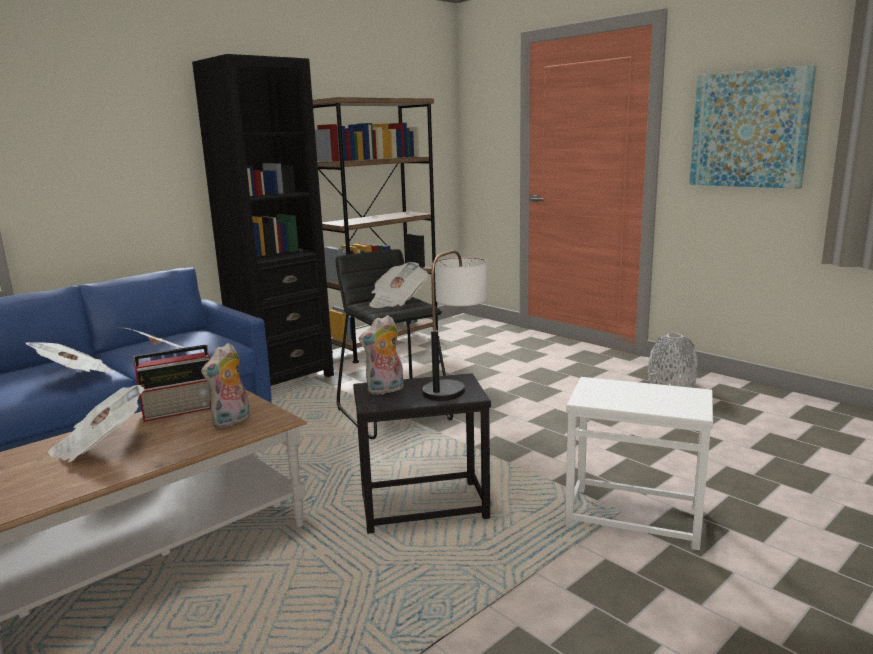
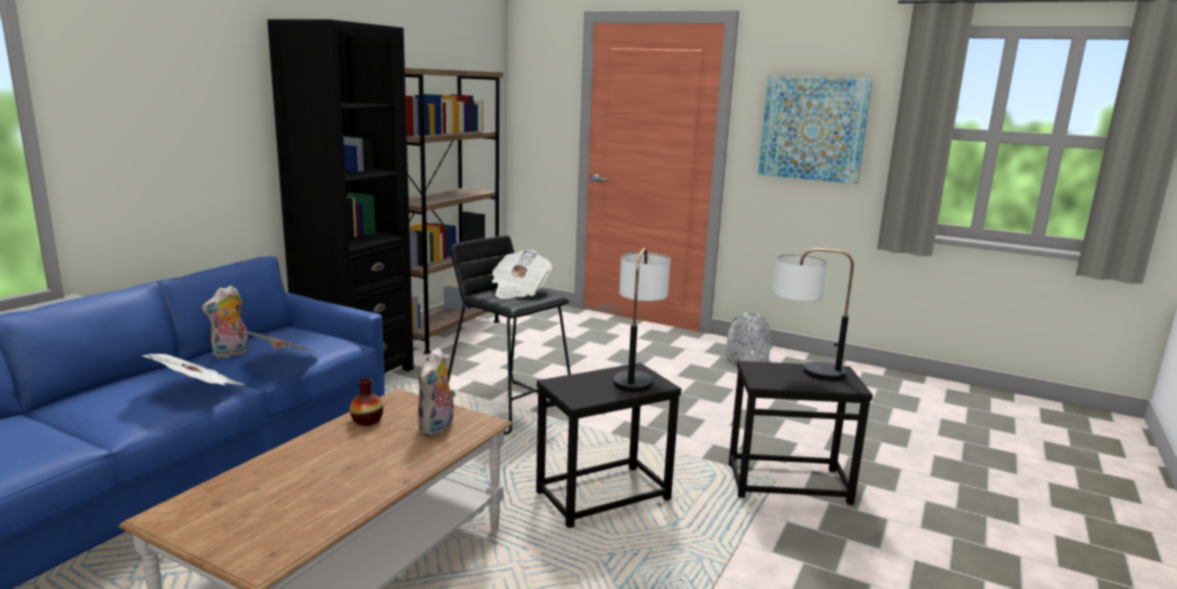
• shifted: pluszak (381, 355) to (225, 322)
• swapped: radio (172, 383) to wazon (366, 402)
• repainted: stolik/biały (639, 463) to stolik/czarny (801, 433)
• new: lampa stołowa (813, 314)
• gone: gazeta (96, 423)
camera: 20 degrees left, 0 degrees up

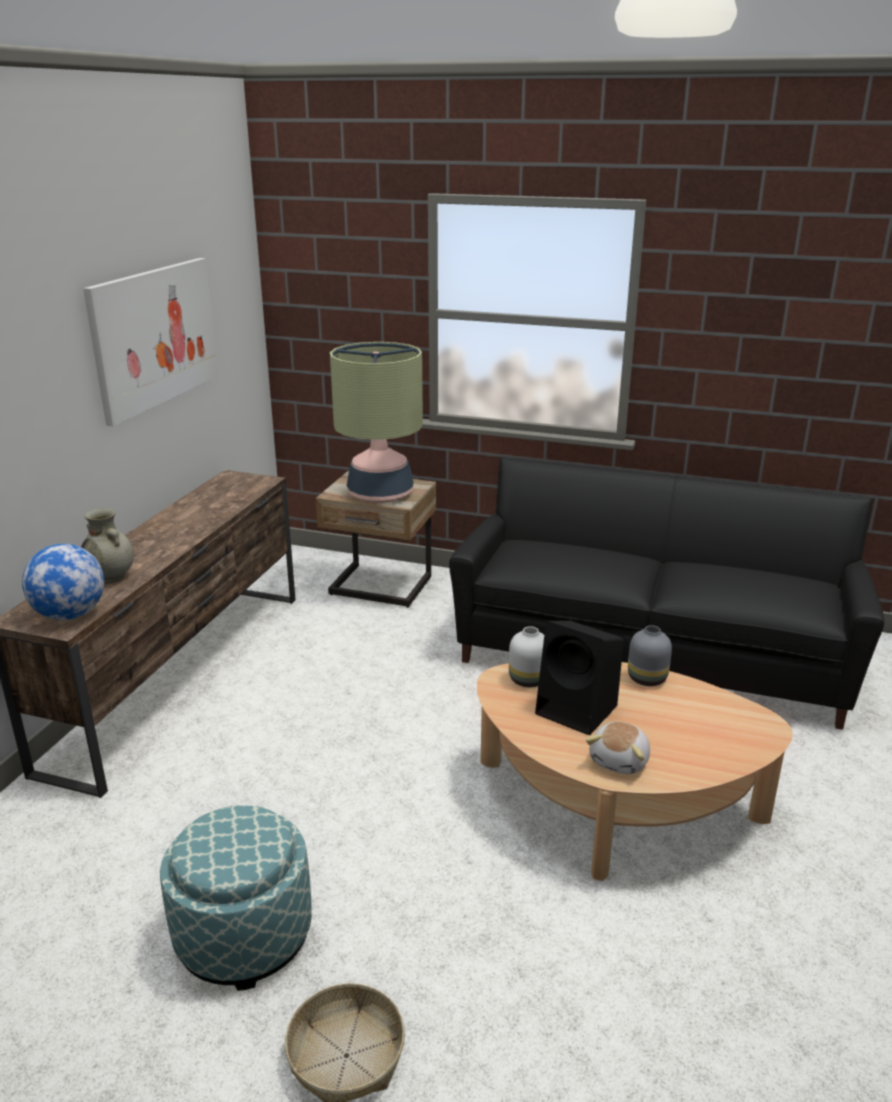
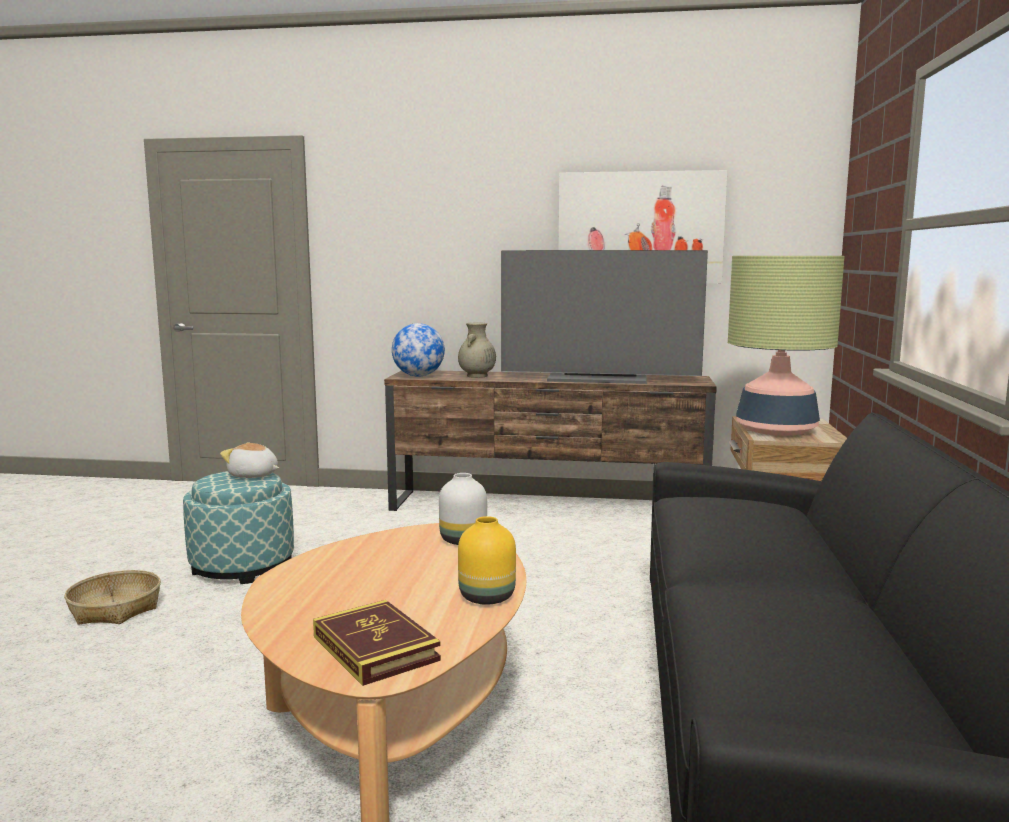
• shifted: pluszak (618, 748) to (249, 460)
• new: książka (377, 643)
• repainted: wazon/szary (650, 655) to wazon/żółty (487, 560)
• new: telewizor (604, 317)
• gone: głośnik/czarny (579, 678)
camera: 80 degrees right, 15 degrees down

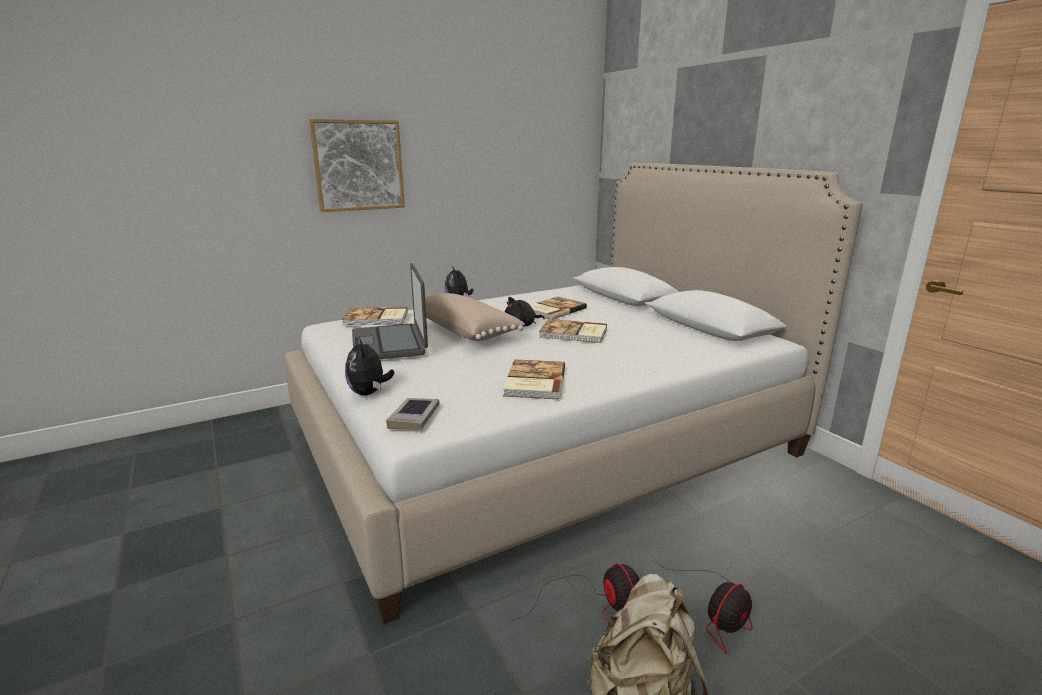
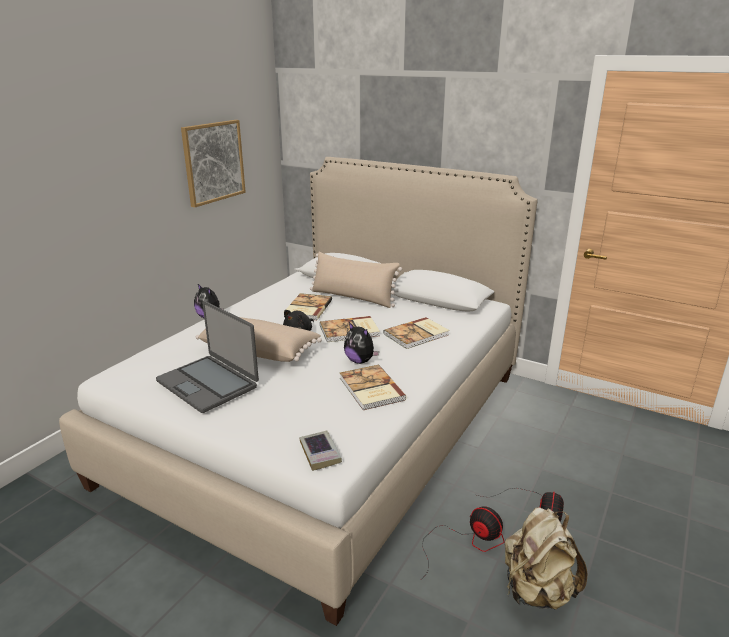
• shifted: obraz (357, 165) to (213, 163)
• new: poduszka/beżowy (356, 279)
• shifted: pluszak (369, 366) to (361, 343)
• shifted: książka (375, 316) to (416, 333)
camera: 30 degrees left, 5 degrees up

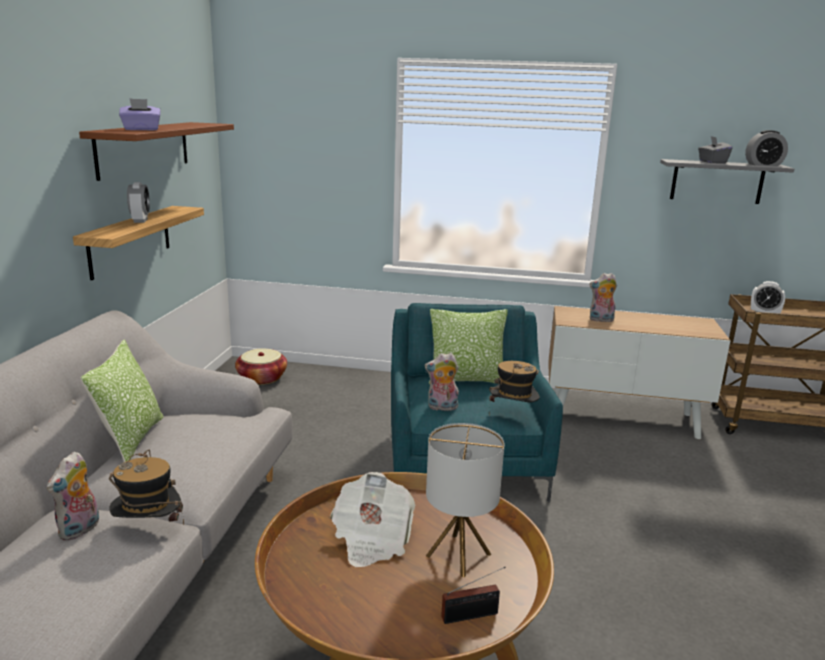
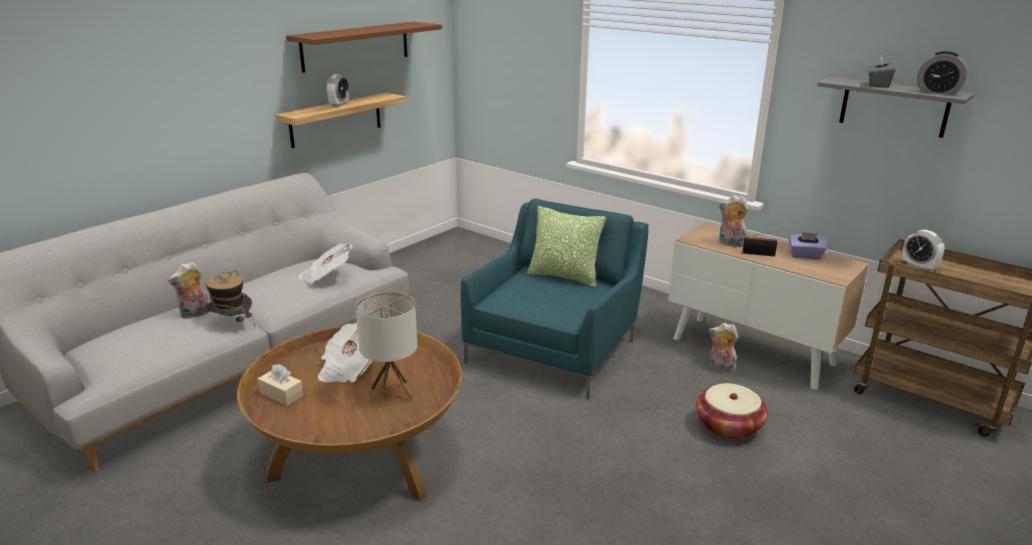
• new: pudełko chusteczek/beżowy (281, 385)
• new: gazeta (325, 263)
• shifted: koszyk (261, 367) to (732, 411)
• shifted: pluszak (442, 382) to (723, 348)
• shifted: radio (473, 595) to (762, 243)
• shifted: pudełko chusteczek/fioletowy (140, 114) to (808, 245)
• gone: poduszka (122, 401)
• gone: kapelusz (514, 388)
camera: 30 degrees right, 5 degrees up

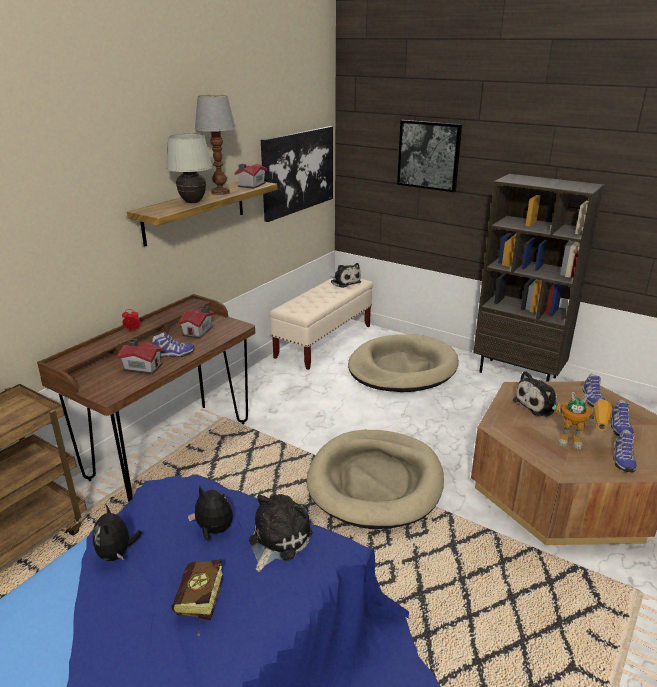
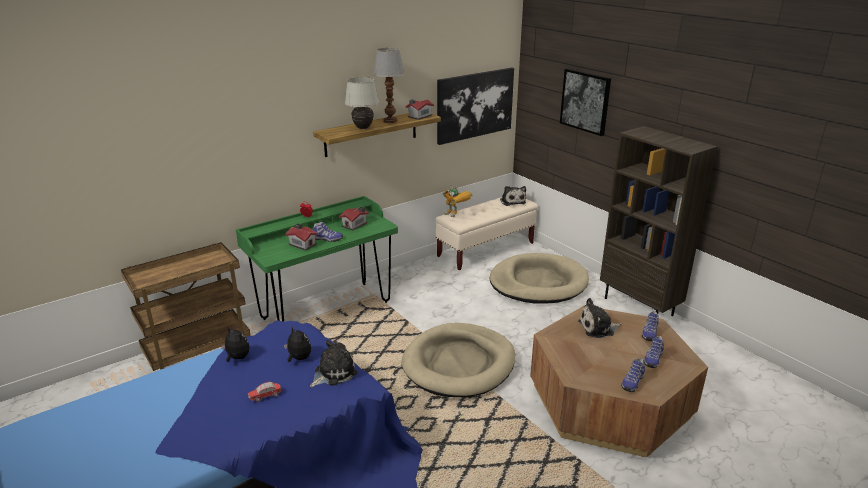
• rotated: pluszak (117, 533) = (235, 344) 120 degrees clockwise
• repainted: biurko/brązowy (146, 398) to biurko/zielony (317, 258)
• swapped: książka (197, 597) to samochodzik (264, 391)
• shifted: robot zabawkowy (582, 420) to (457, 200)
camera: 20 degrees right, 0 degrees up

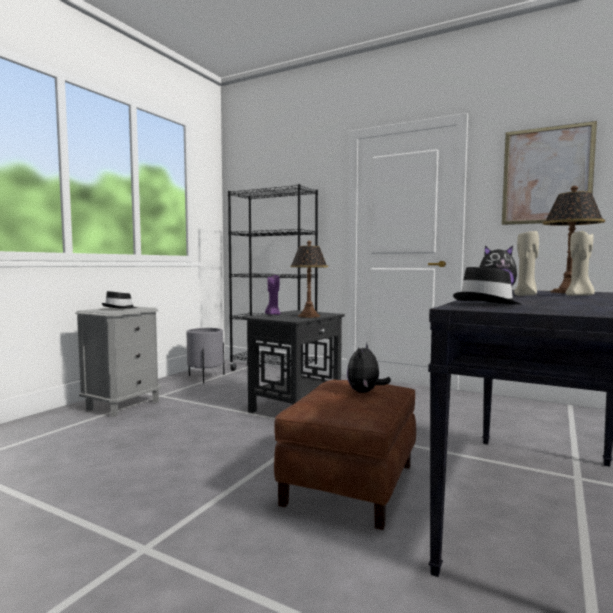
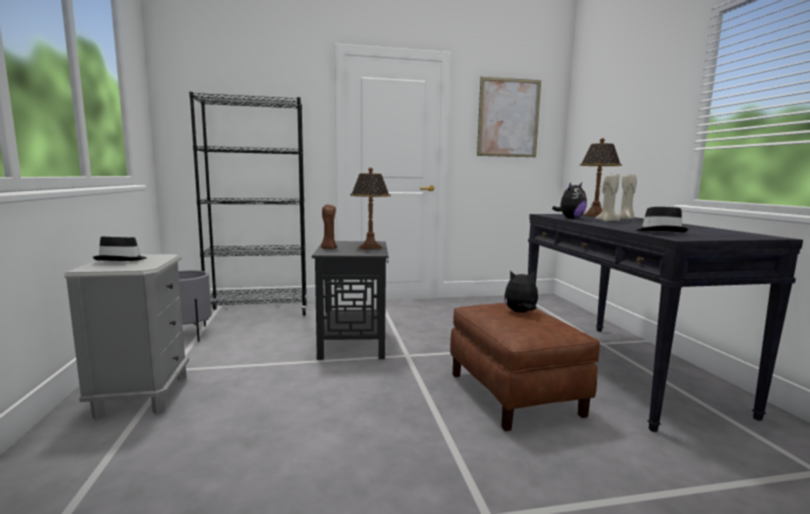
• repainted: świeca/fioletowy (272, 295) to świeca/brązowy (329, 227)
• rotated: pluszak (369, 367) = (521, 292) 105 degrees clockwise
camera: 40 degrees left, 5 degrees up

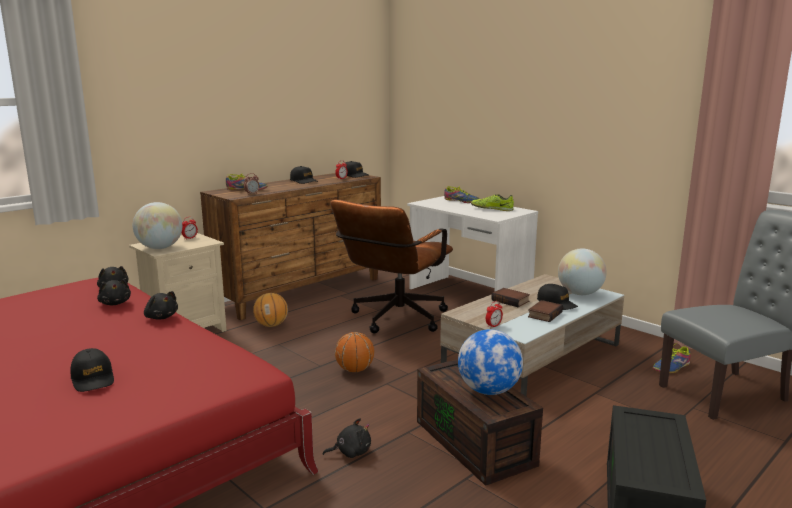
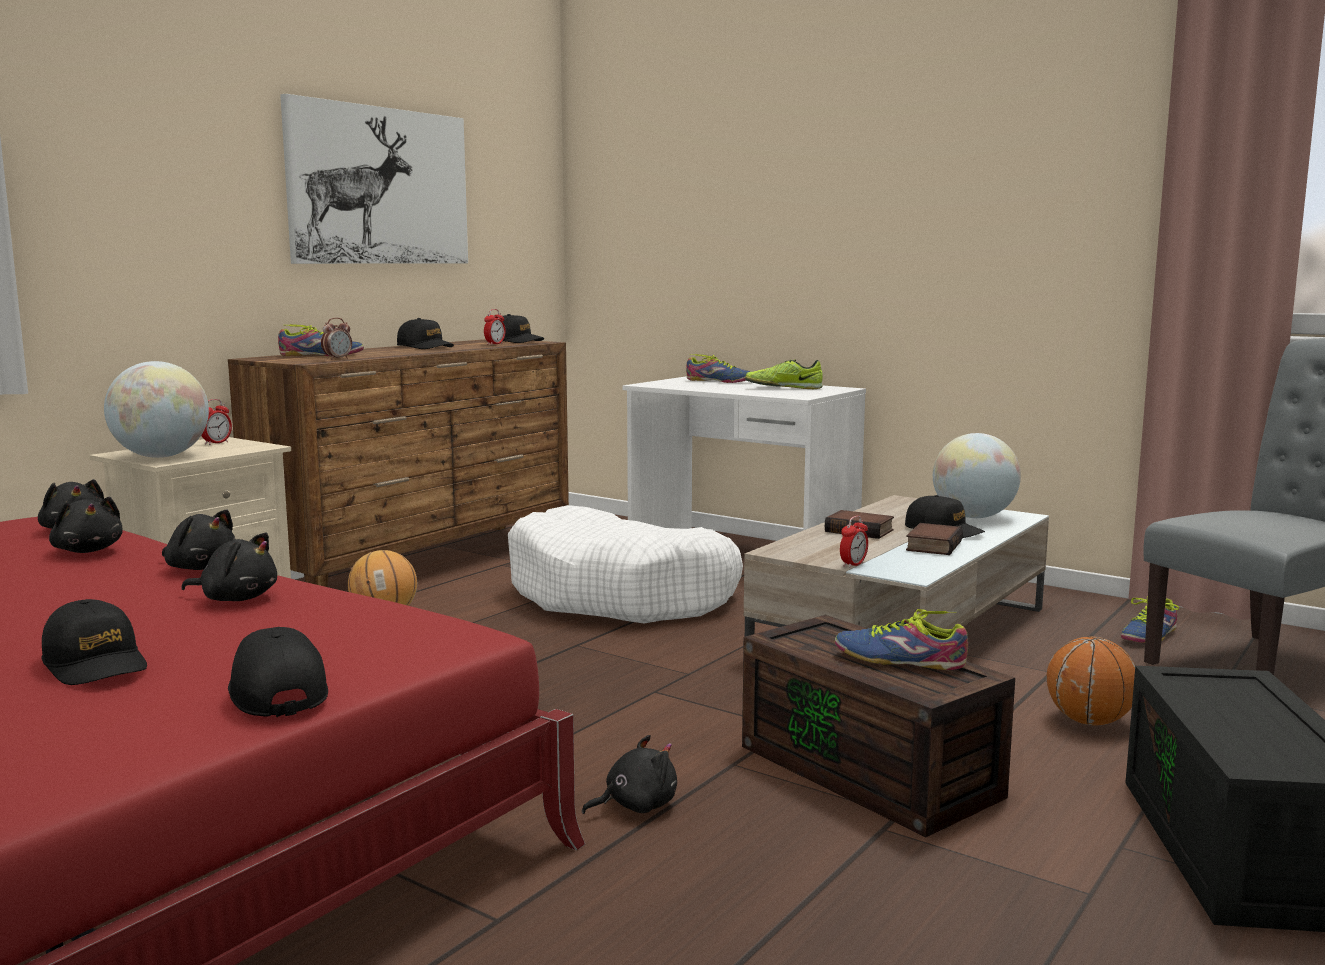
• new: pluszak/czarny (229, 567)
• new: czapka z daszkiem/czarny (278, 672)
• new: obraz (374, 179)
• swapped: krzesło biurowe/brązowy (391, 266) to legowisko/biały (625, 564)
• swapped: globus (490, 362) to but (901, 639)
• shifted: piłka do koszykówki (354, 352) to (1091, 681)
camera: 10 degrees left, 5 degrees down

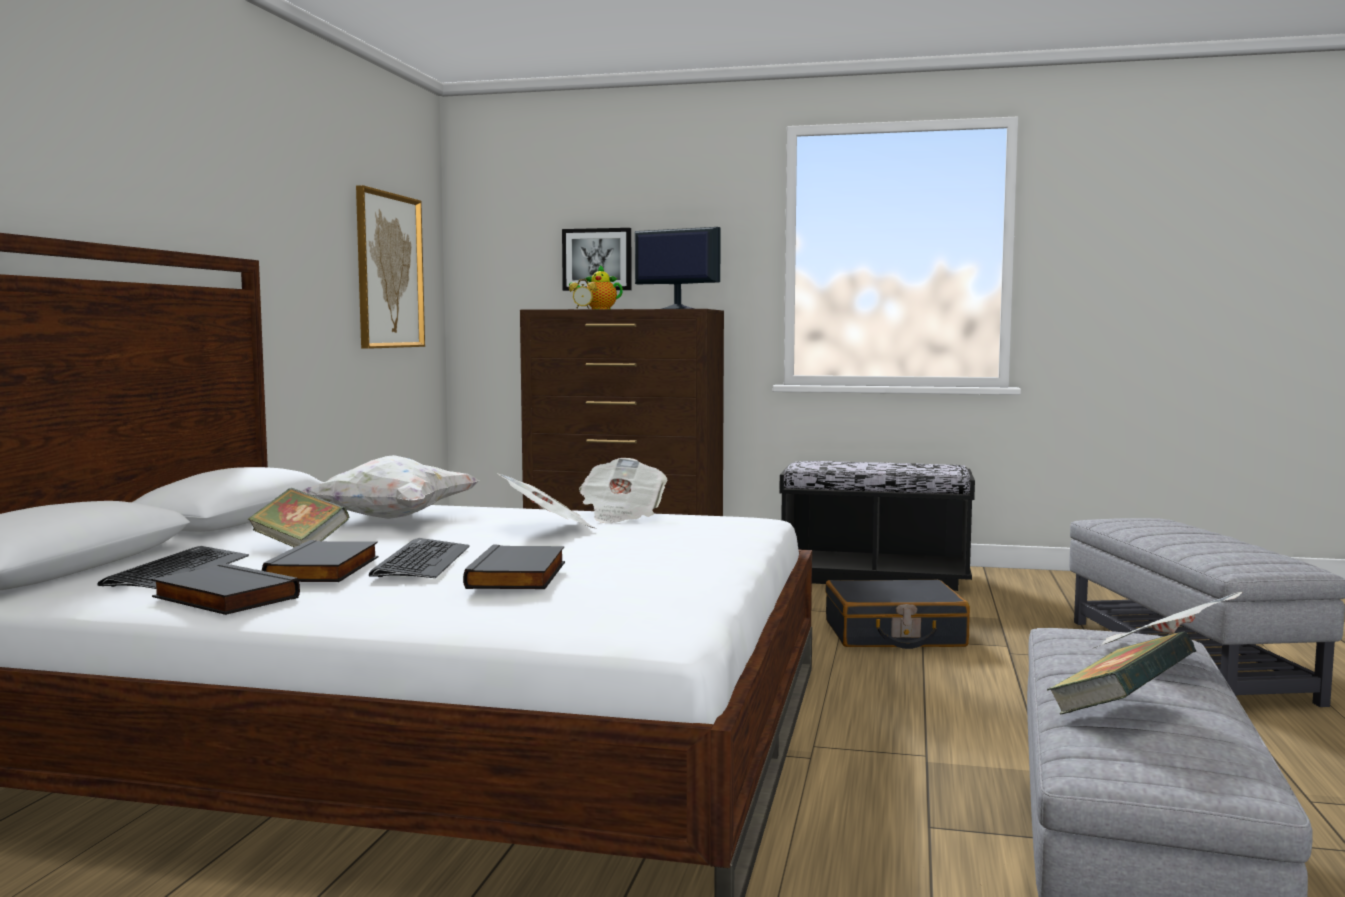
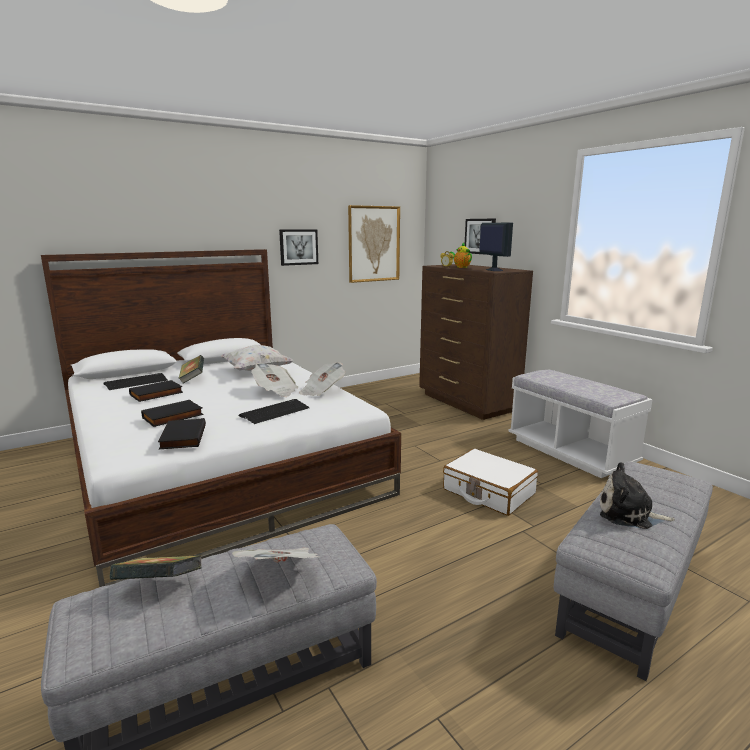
• shifted: książka/czarny (225, 589) to (182, 433)
• shifted: klawiatura (419, 558) to (274, 411)
• new: obraz (298, 247)
• repainted: walizka/czarny (897, 614) to walizka/biały (490, 482)
• repainted: ławka/czarny (877, 526) to ławka/biały (580, 424)
• new: pluszak (637, 495)
camera: 45 degrees right, 10 degrees up

